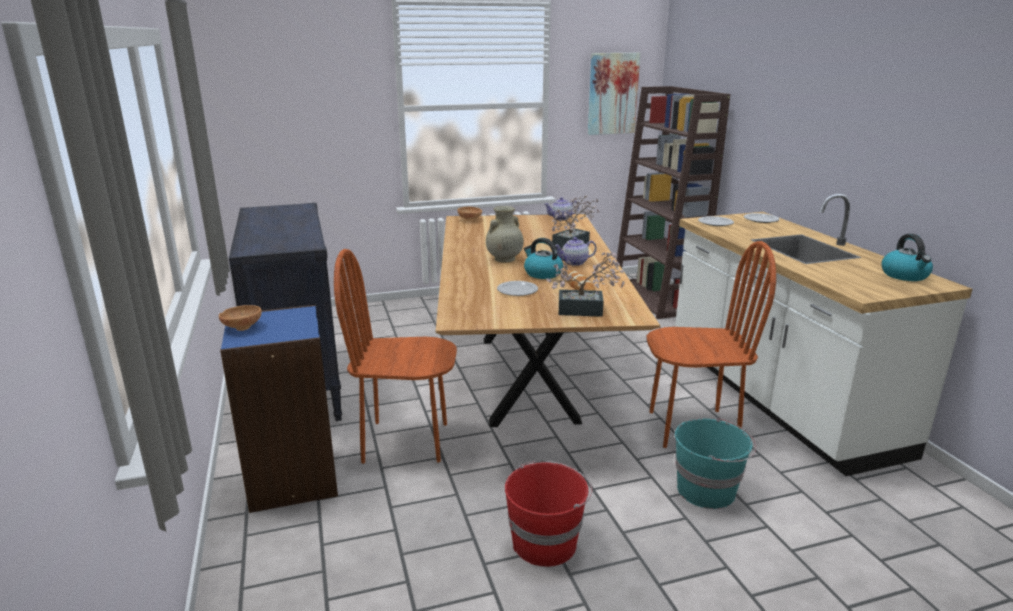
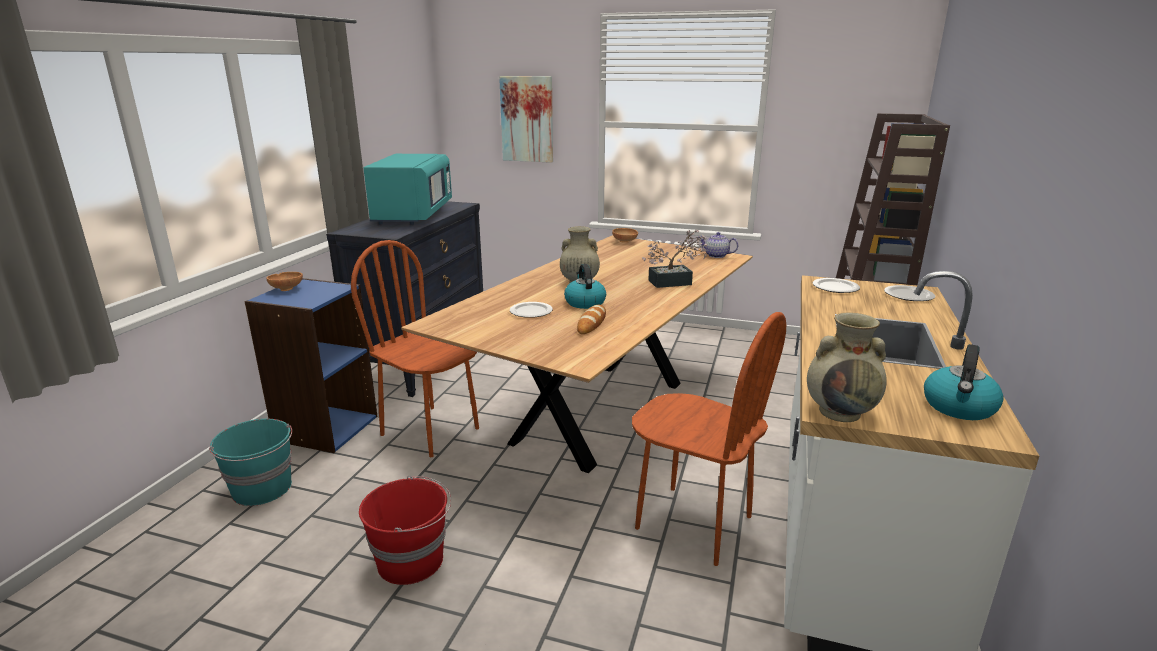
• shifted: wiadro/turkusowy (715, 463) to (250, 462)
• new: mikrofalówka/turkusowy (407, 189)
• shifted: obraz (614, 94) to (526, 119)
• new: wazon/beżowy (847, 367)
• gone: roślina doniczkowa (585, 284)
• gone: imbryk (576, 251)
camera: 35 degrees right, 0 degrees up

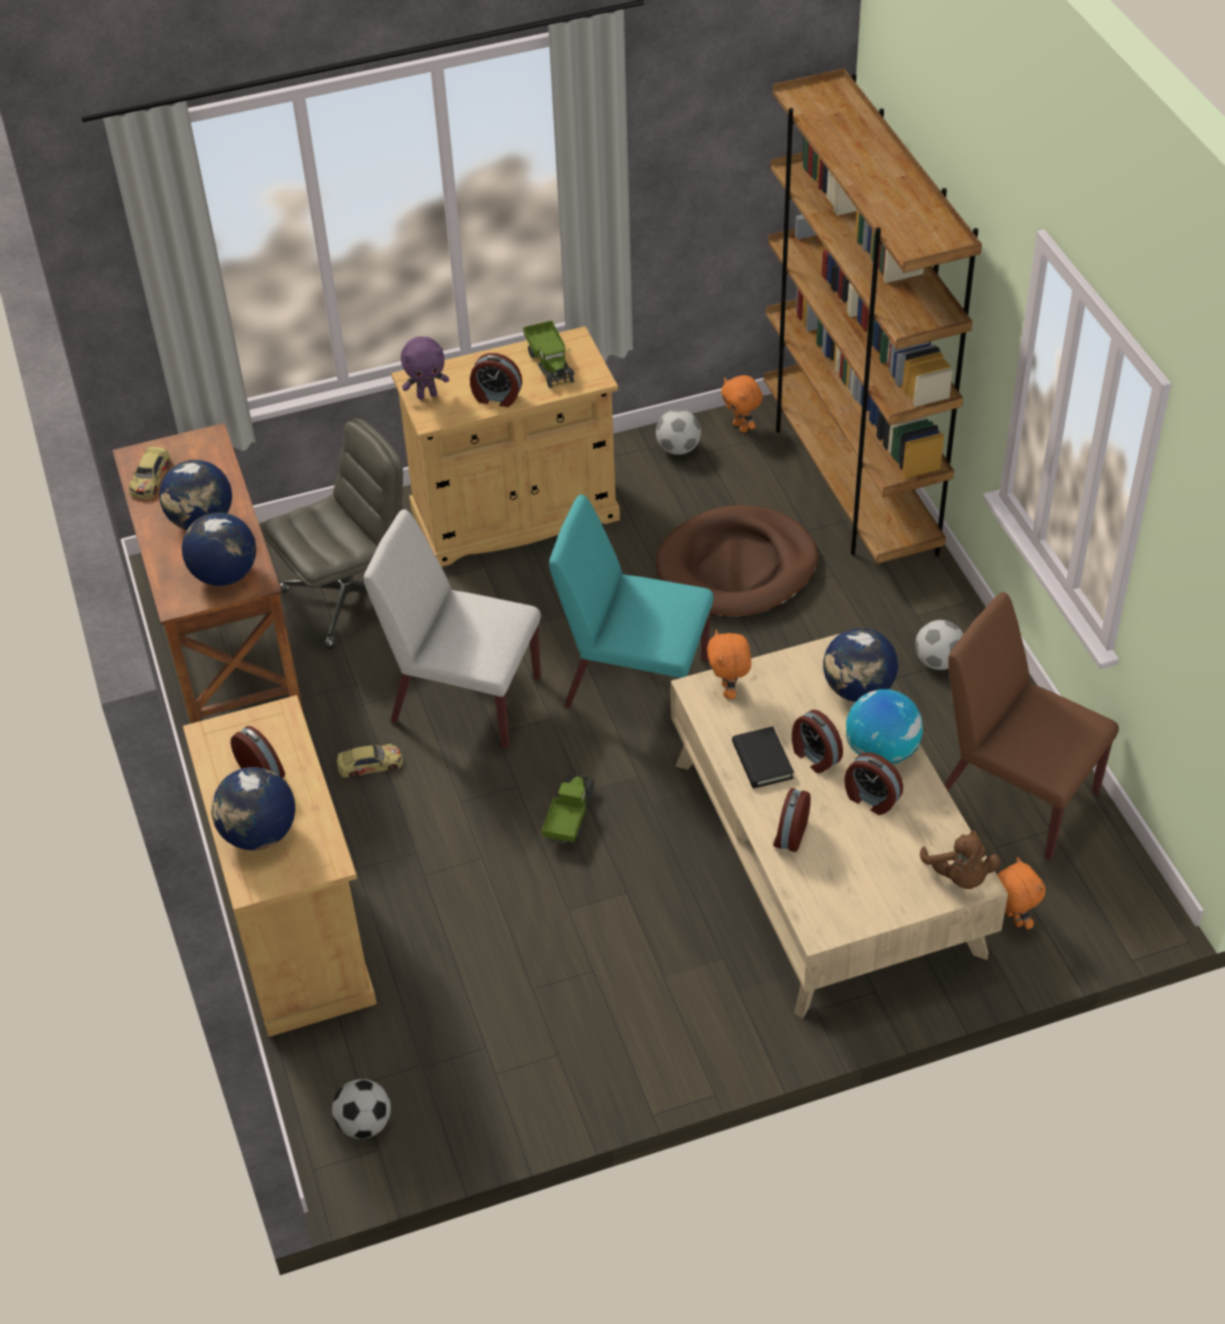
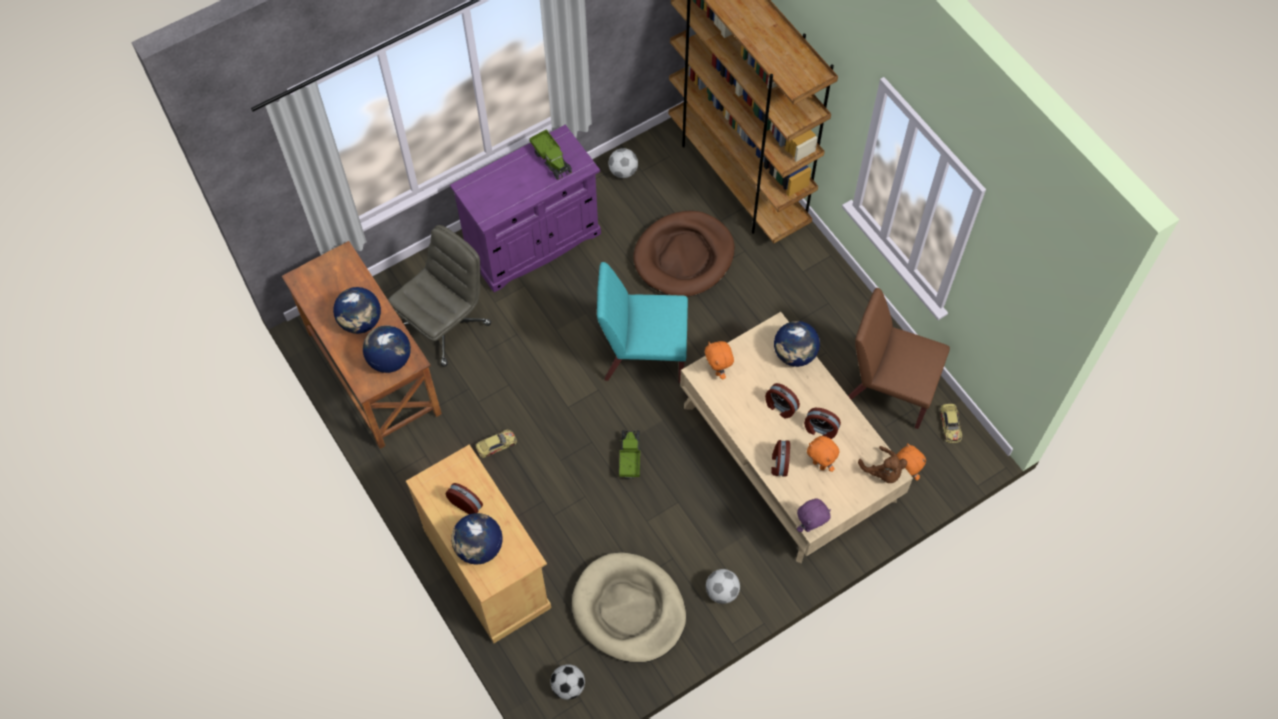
• repainted: szafka/beżowy (505, 446) to szafka/fioletowy (525, 208)
• new: legowisko/beżowy (629, 607)
• shifted: piłka futbolowa (939, 645) to (723, 586)
• shifted: pluszak/fioletowy (425, 368) to (814, 515)
• shifted: pluszak/pomarańczowy (742, 404) to (823, 454)
• shifted: samochodzik (150, 473) to (951, 423)
• gone: krzesło/biały (452, 629)
• gone: budzik (496, 380)
• gone: książka/czarny (763, 757)
• gone: globus (884, 727)
camera: 15 degrees left, 15 degrees up

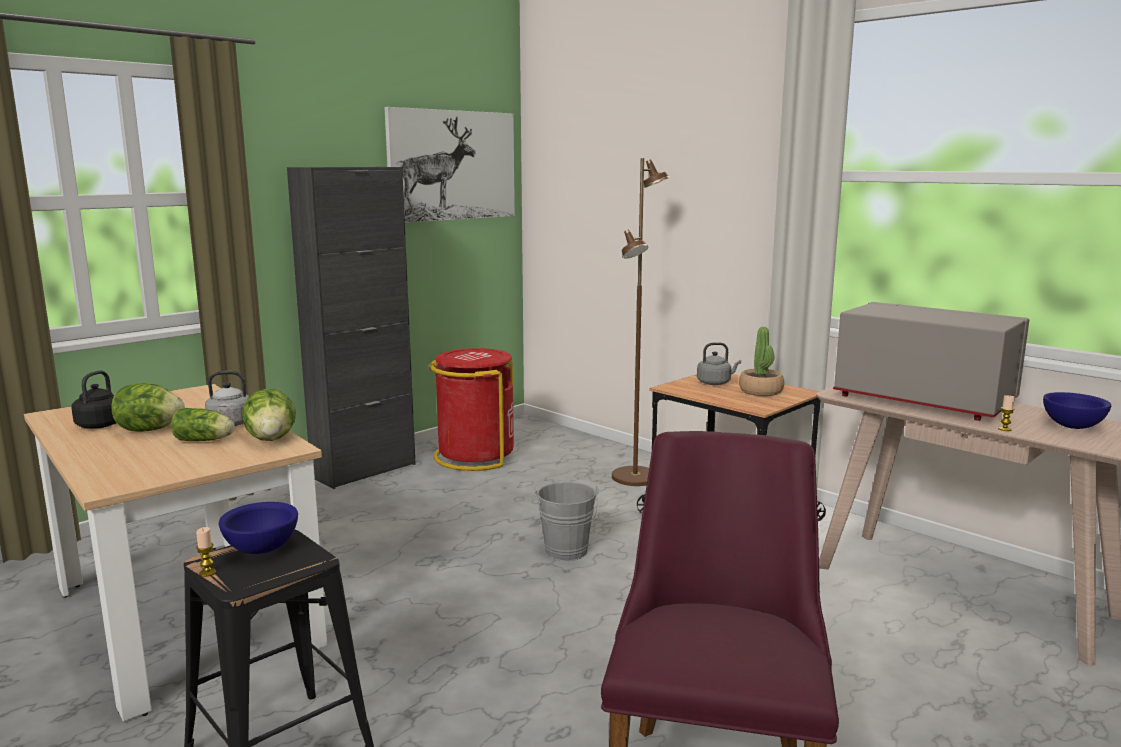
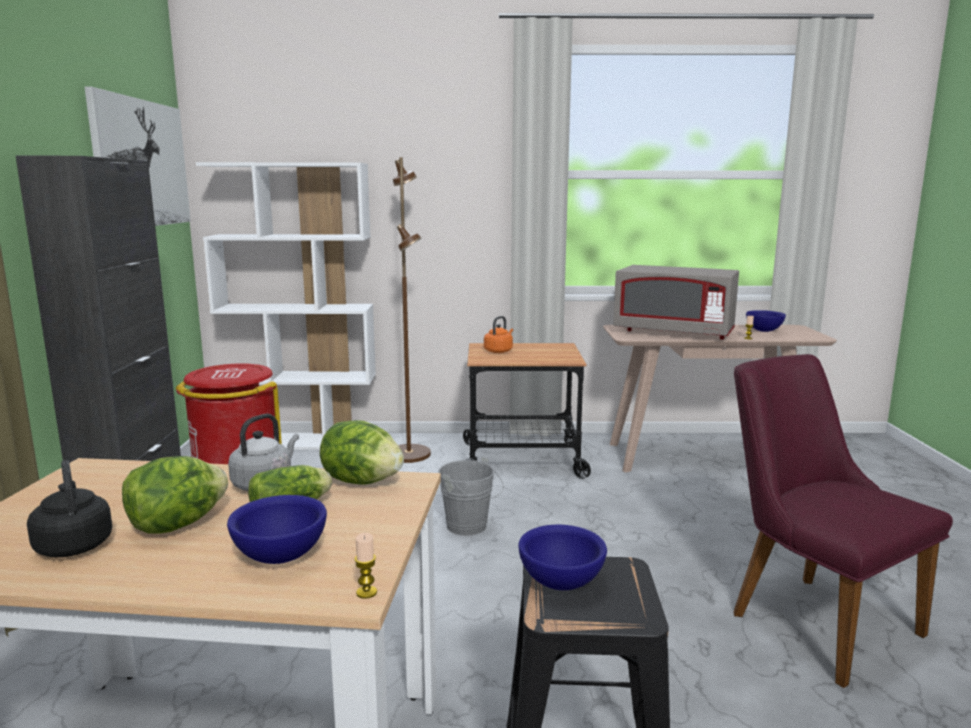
• new: regał/biały (286, 306)
• new: miska/niebieski (277, 529)
• shifted: świeca (206, 552) to (365, 566)
• repainted: czajnik/szary (719, 363) to czajnik/pomarańczowy (498, 334)
• rotated: mikrofalówka/szary (931, 361) = (676, 302) 150 degrees counterclockwise
• gone: roślina doniczkowa (761, 361)
camera: 45 degrees left, 0 degrees up

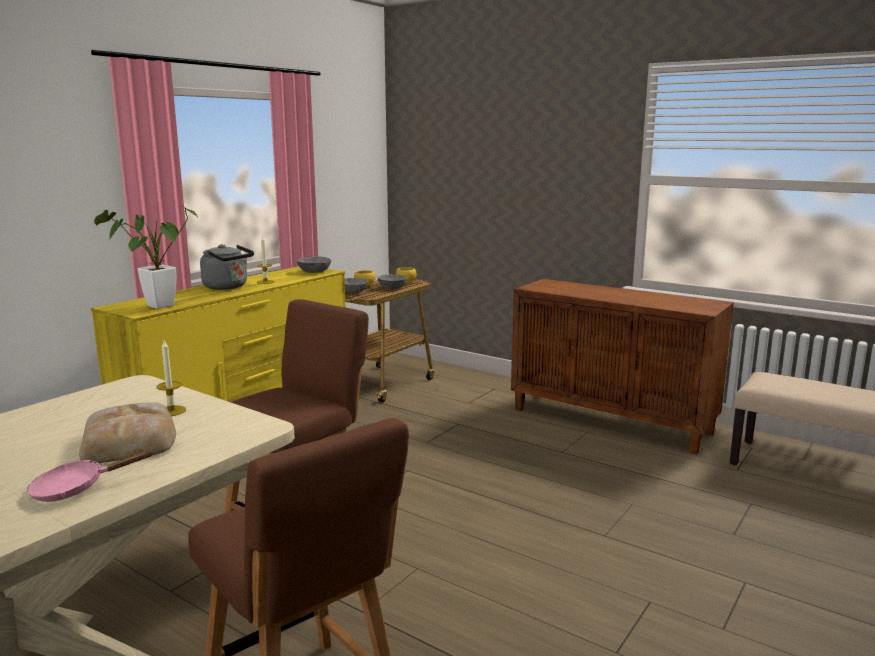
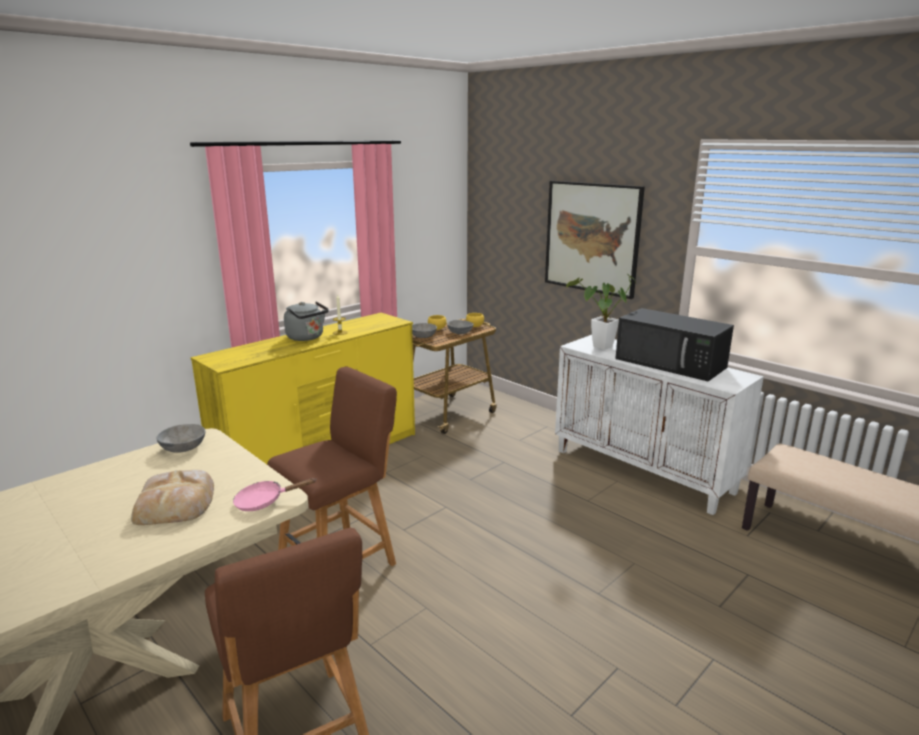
• shifted: miska/szary (314, 265) to (180, 438)
• shifted: patelnia/różowy (90, 476) to (274, 494)
• new: obraz (595, 240)
• repainted: szafka/brązowy (622, 367) to szafka/biały (659, 425)
• shifted: roślina doniczkowa (146, 258) to (601, 312)
• new: mikrofalówka/czarny (674, 344)
• gone: świeca (171, 378)
camera: 10 degrees right, 5 degrees up

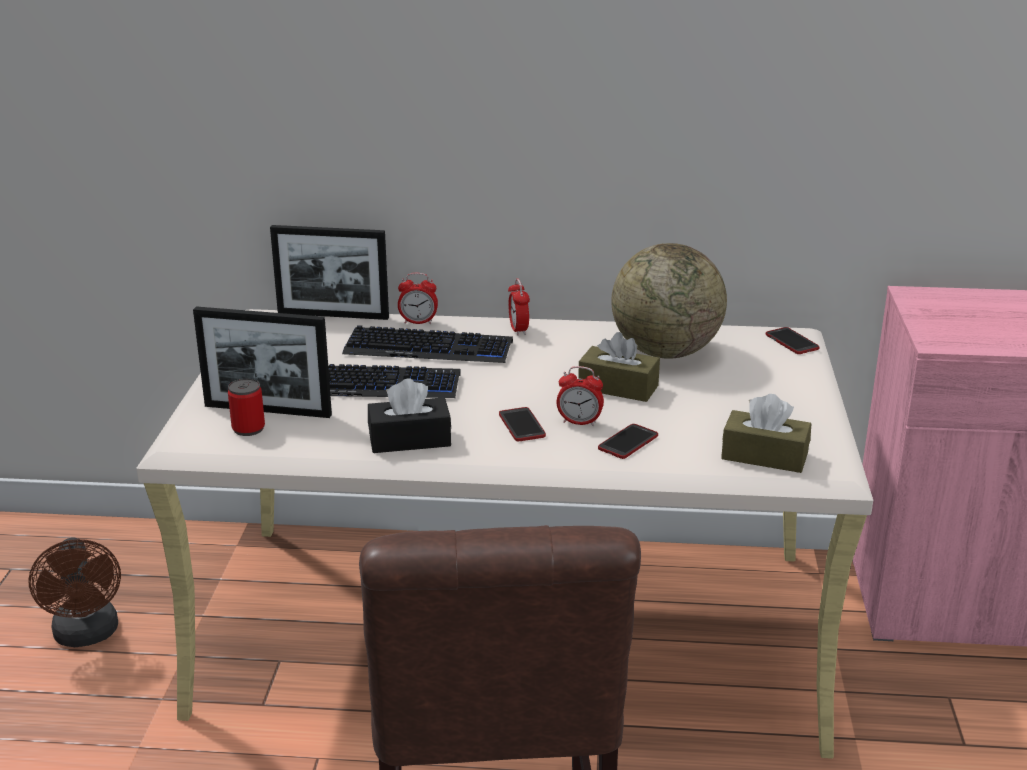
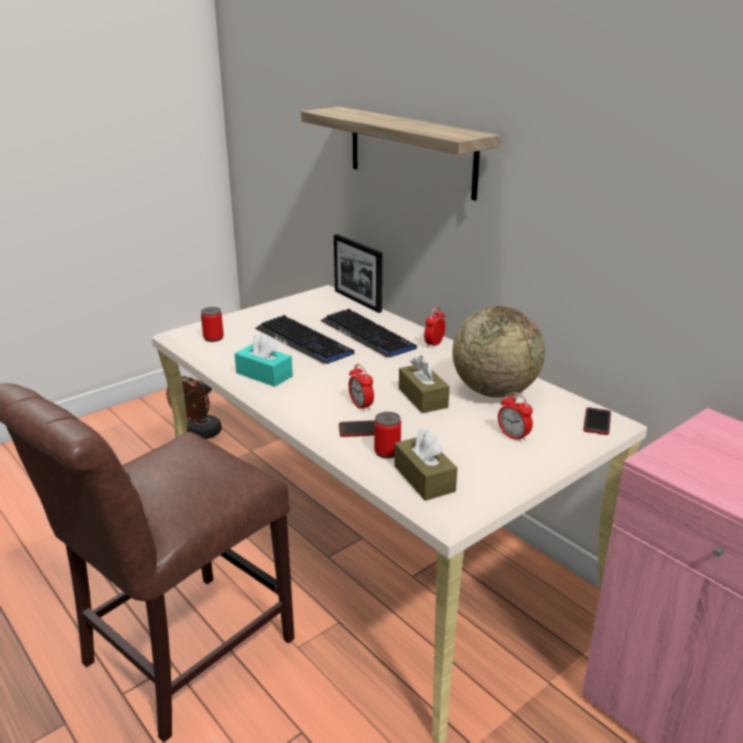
• repainted: pudełko chusteczek/czarny (409, 415) to pudełko chusteczek/turkusowy (263, 360)
• new: półka (400, 154)
• new: puszka (387, 435)
• shifted: budzik (418, 298) to (515, 417)
• gone: ramka na zdjęcie (262, 362)
• gone: telefon (522, 424)
camera: 45 degrees right, 0 degrees up

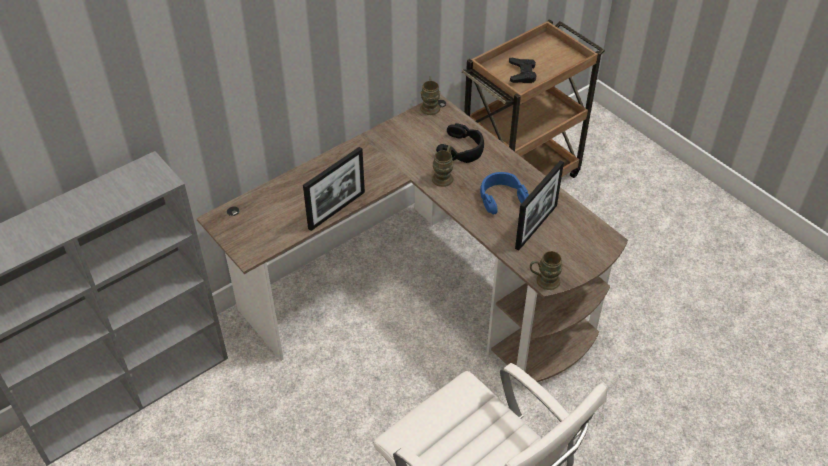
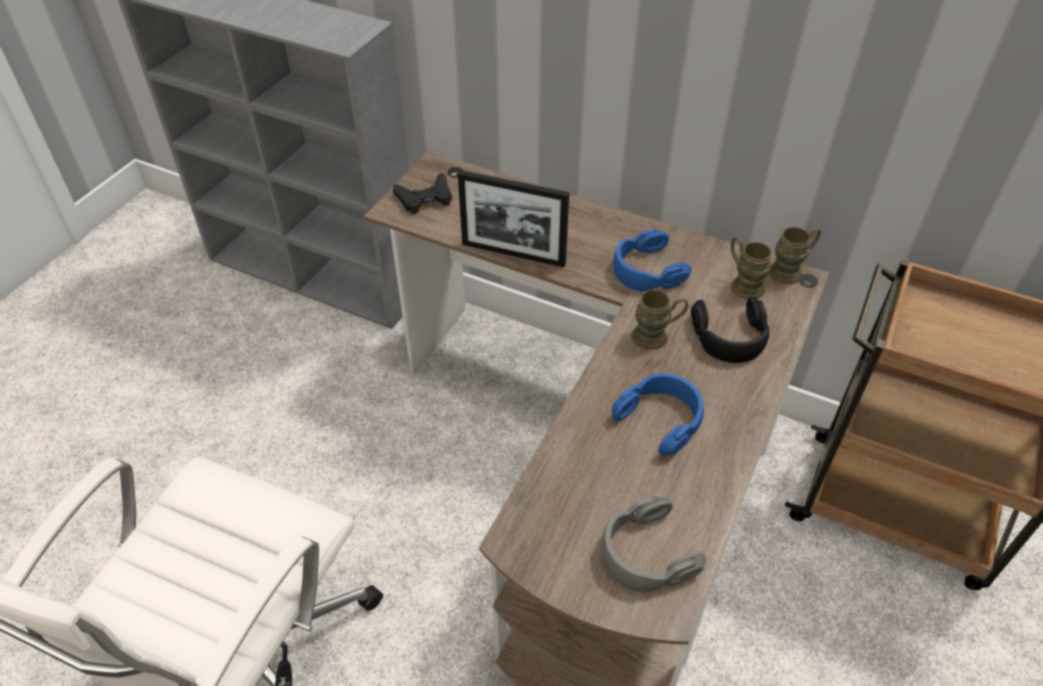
• shifted: pad do gier/czarny (523, 70) to (422, 193)
• new: słuchawki/szary (654, 543)
• new: słuchawki/niebieski (652, 260)
• shifted: kubek/brązowy (546, 270) to (751, 268)
• gone: ramka na zdjęcie (539, 205)
camera: 65 degrees right, 0 degrees up

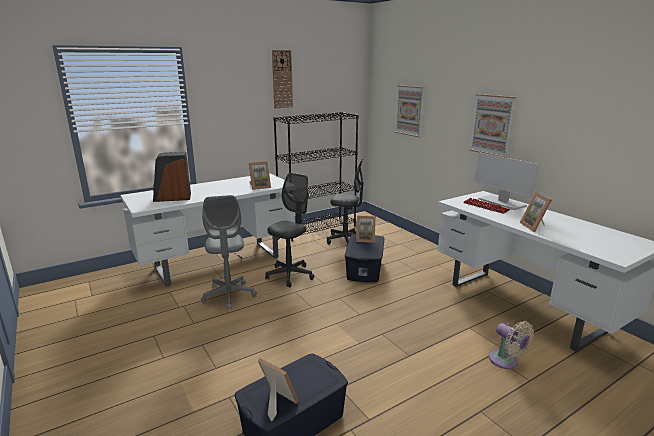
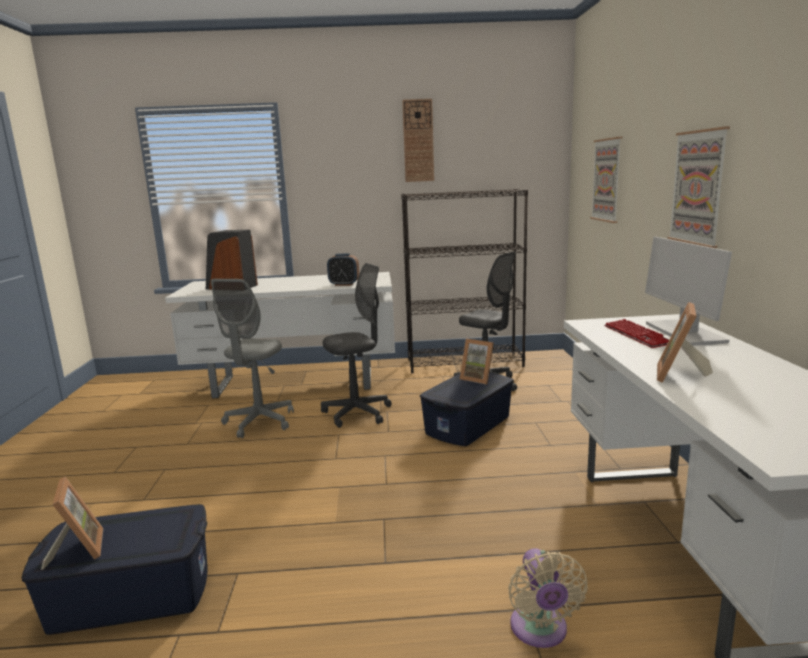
• swapped: ramka na zdjęcie (260, 175) to budzik (343, 269)
camera: 30 degrees right, 5 degrees down

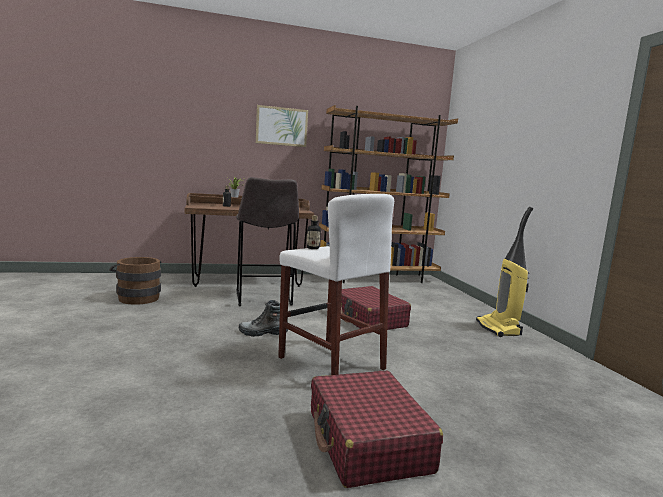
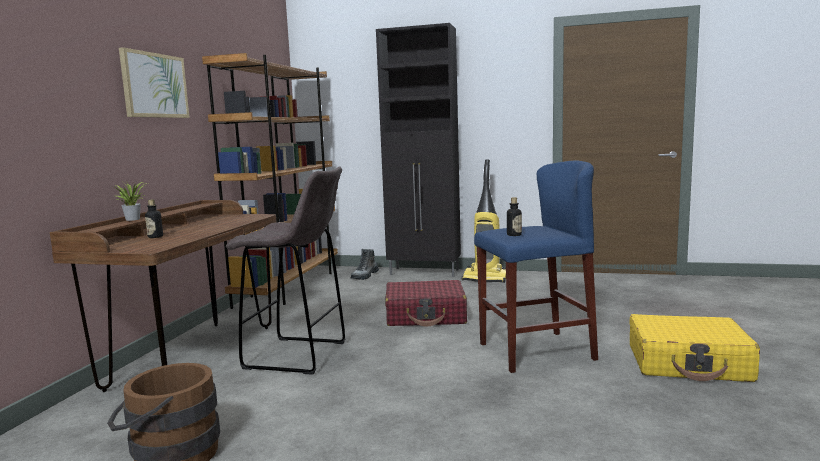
• shifted: but z cholewką (263, 318) to (365, 264)
• new: szafka/czarny (418, 150)
• repainted: stołek/biały (336, 284) to stołek/niebieski (536, 267)
• repainted: walizka/czerwony (377, 429) to walizka/żółty (694, 348)
camera: 60 degrees left, 0 degrees up

